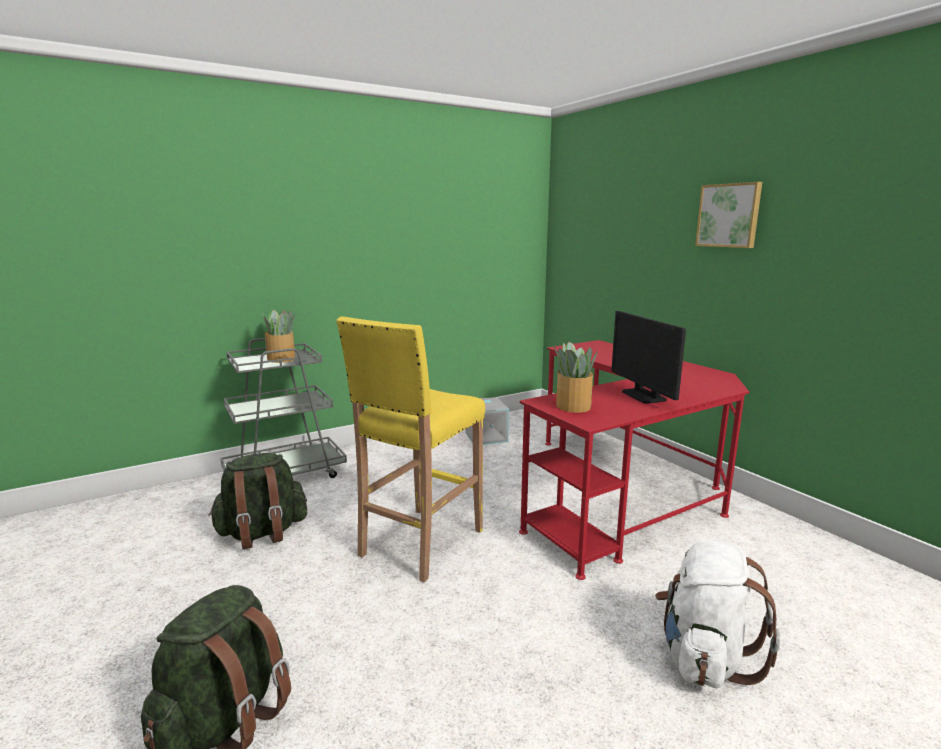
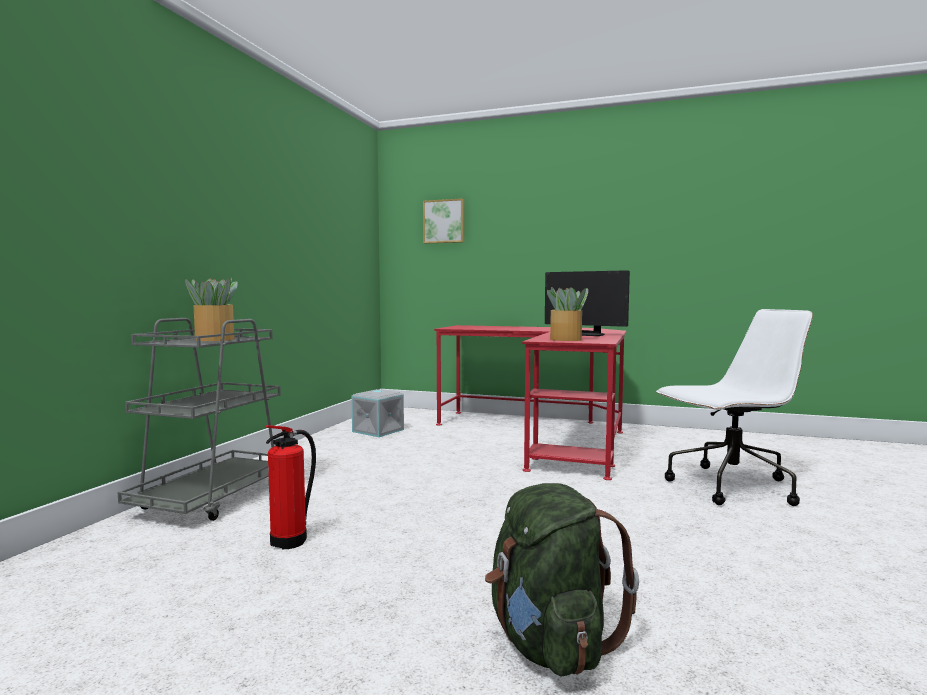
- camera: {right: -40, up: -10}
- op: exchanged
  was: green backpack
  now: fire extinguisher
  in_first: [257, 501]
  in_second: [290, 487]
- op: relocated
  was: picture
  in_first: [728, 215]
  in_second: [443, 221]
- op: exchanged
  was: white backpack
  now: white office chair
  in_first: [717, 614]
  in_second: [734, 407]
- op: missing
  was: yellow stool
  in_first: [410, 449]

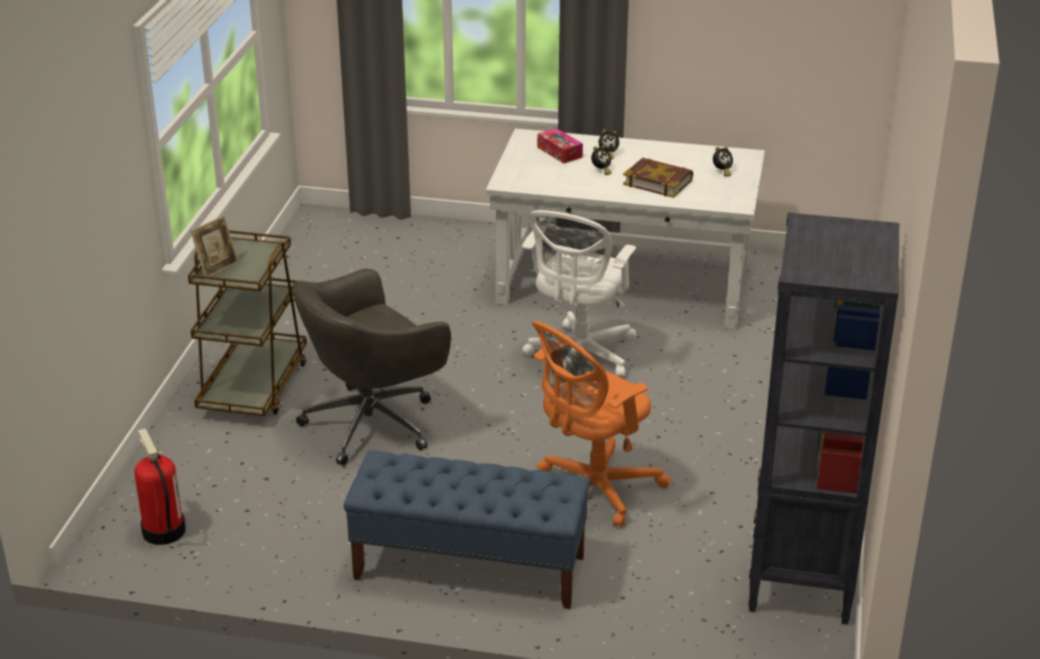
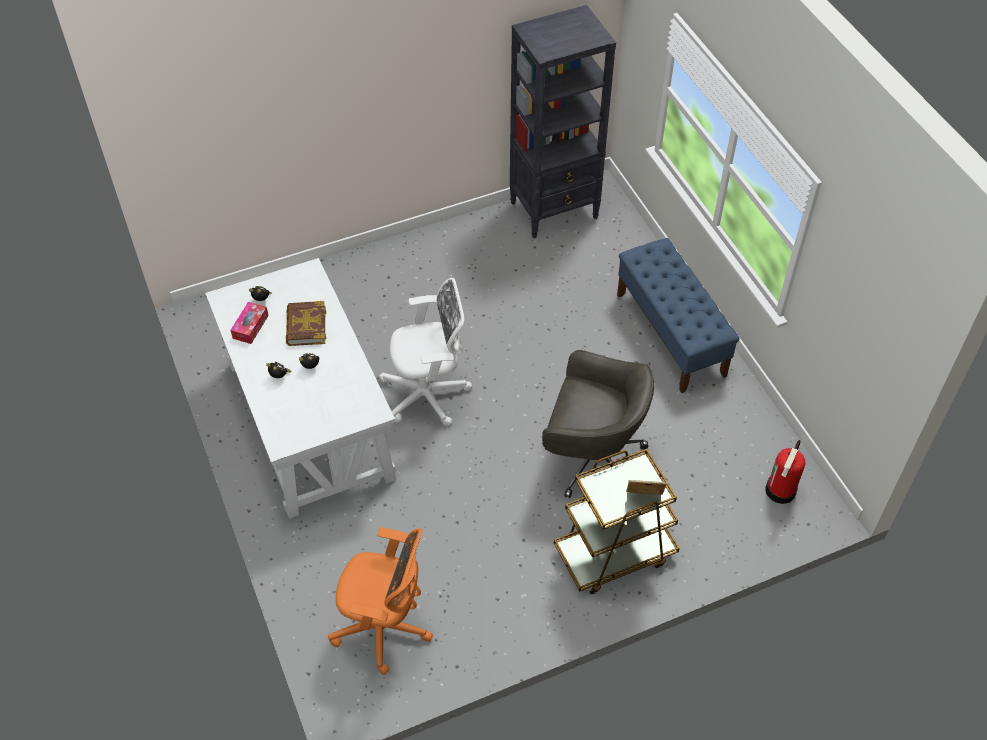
- camera: {right: -125, up: 20}
- op: relocated
  was: tissue box
  in_first: [560, 145]
  in_second: [250, 323]
- op: relocated
  was: orange office chair
  in_first: [601, 424]
  in_second: [380, 601]

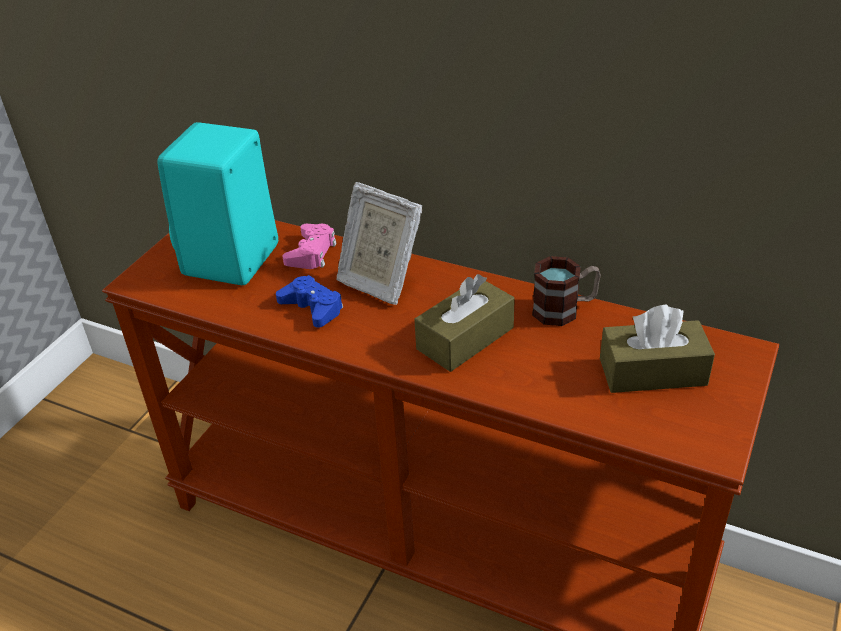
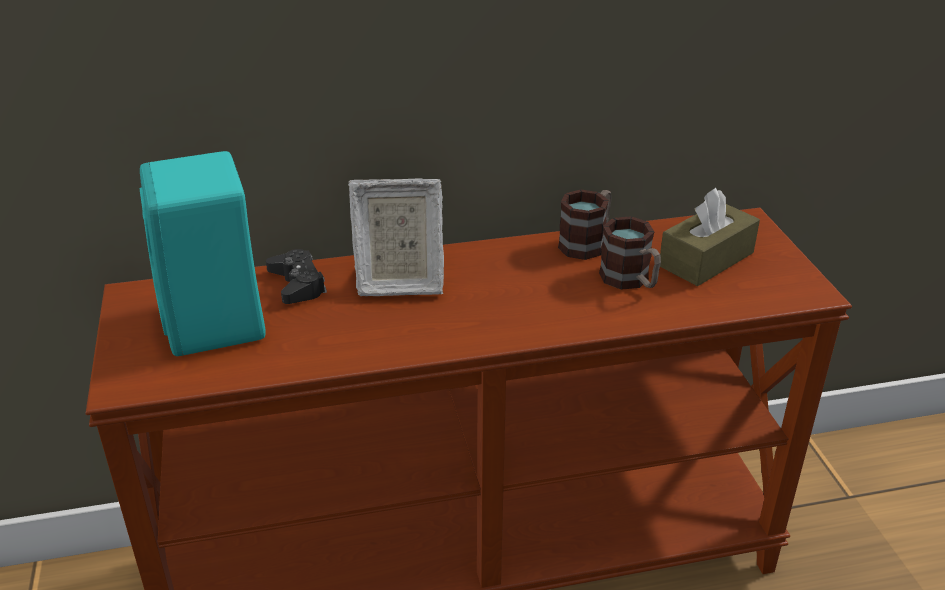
- camera: {right: -40, up: -5}
- op: colour
  was: pink game controller
  now: black game controller
  in_first: [309, 246]
  in_second: [296, 276]
- op: appeared
  now: mug
  in_second: [630, 253]
- op: missing
  was: blue game controller
  in_first: [309, 301]
- op: missing
  was: brown tissue box
  in_first: [464, 323]

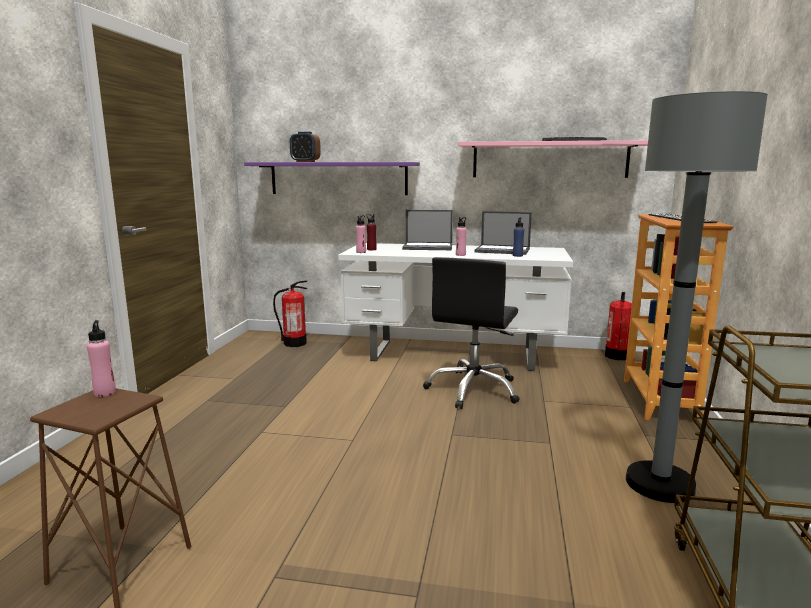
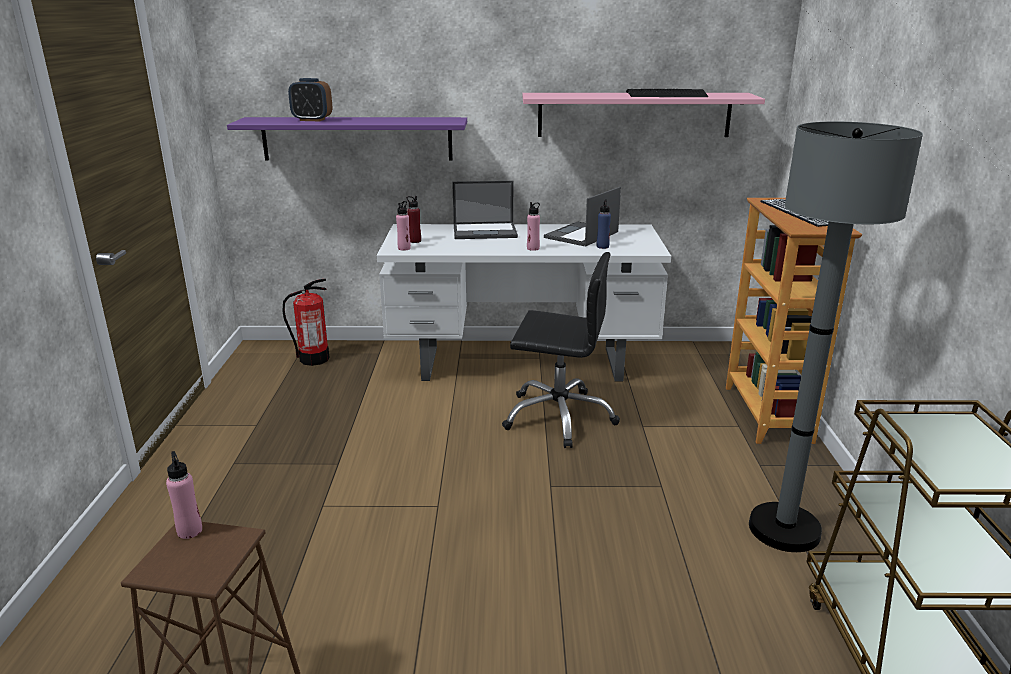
- camera: {right: -10, up: 10}
- op: spun
  was: black office chair
  in_first: [471, 333]
  in_second: [561, 350]
  clockwise: -90
- op: spun
  was: laptop
  in_first: [503, 233]
  in_second: [582, 217]
  clockwise: 120
- op: missing
  was: fire extinguisher
  in_first: [618, 326]

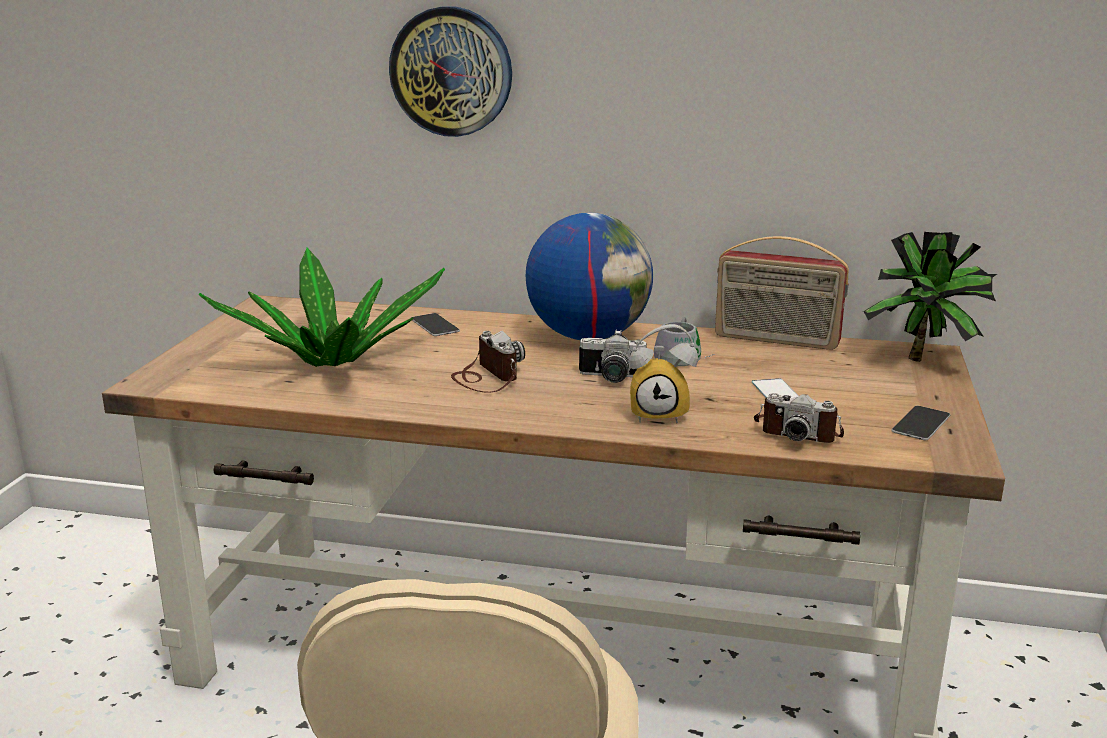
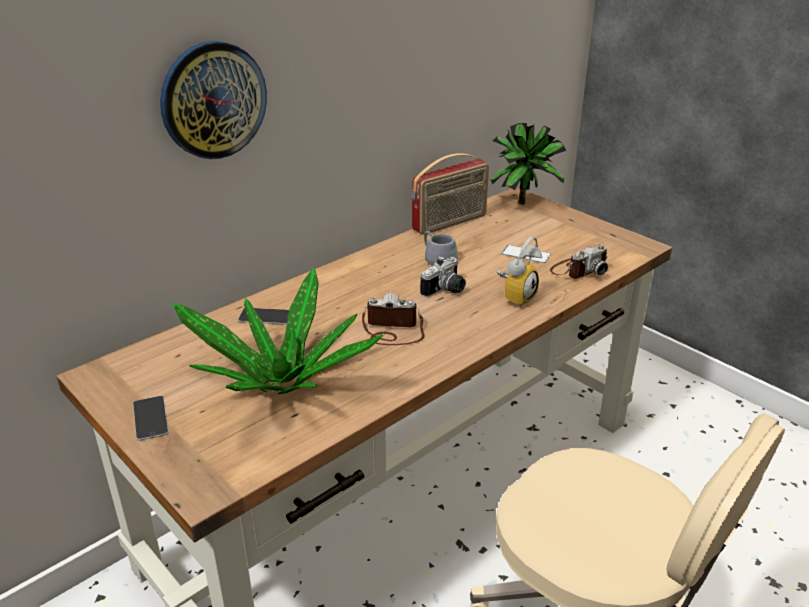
- camera: {right: -55, up: 10}
- op: relocated
  was: phone
  in_first: [920, 423]
  in_second: [151, 418]
- op: missing
  was: globe
  in_first: [589, 276]

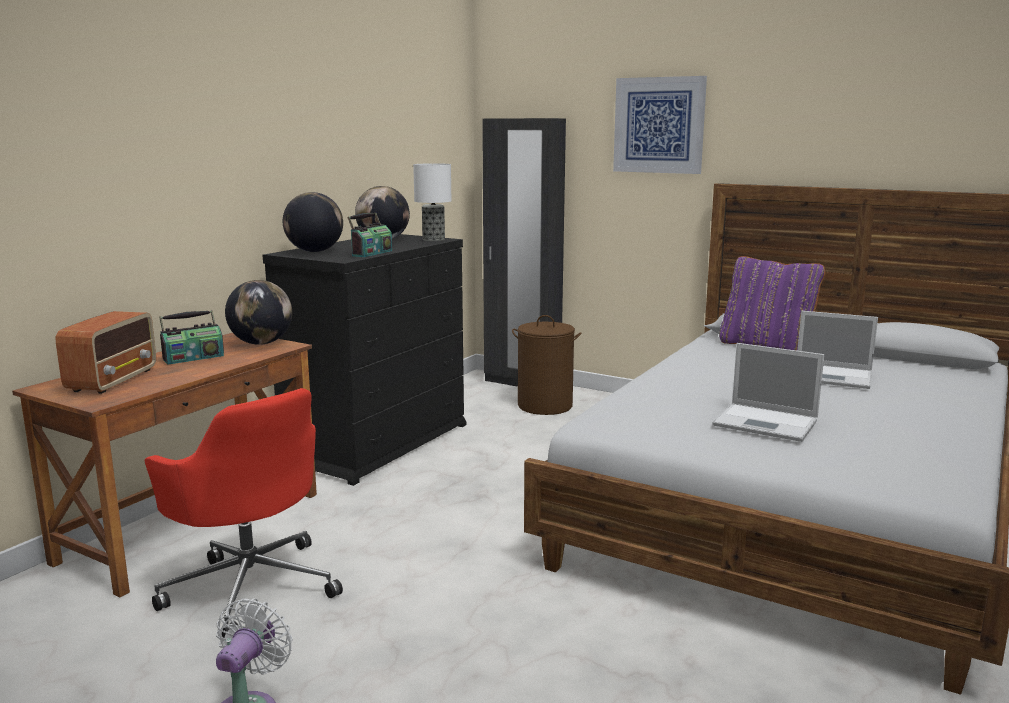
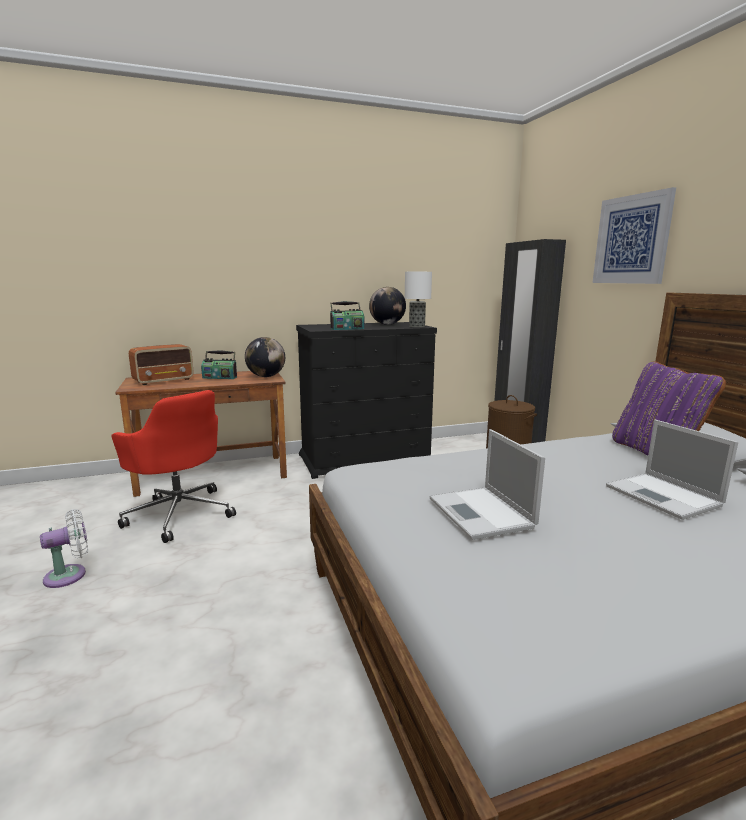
- camera: {right: 40, up: 0}
- op: spun
  was: red office chair
  in_first: [244, 513]
  in_second: [173, 466]
  clockwise: -45
- op: missing
  was: globe
  in_first: [313, 222]

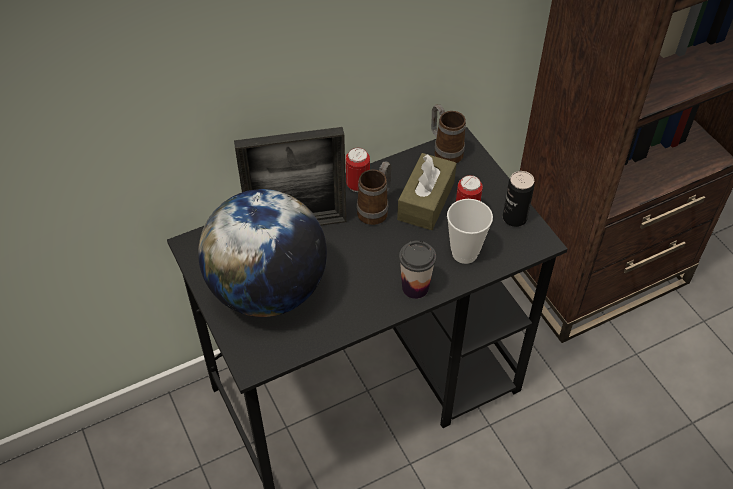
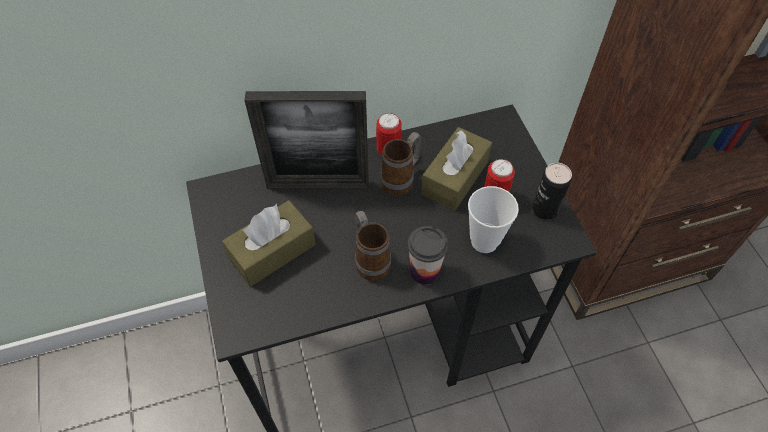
- camera: {right: 10, up: 5}
- op: exchanged
  was: globe
  now: brown tissue box
  in_first: [262, 253]
  in_second: [268, 243]
- op: relocated
  was: mug
  in_first: [448, 133]
  in_second: [373, 246]

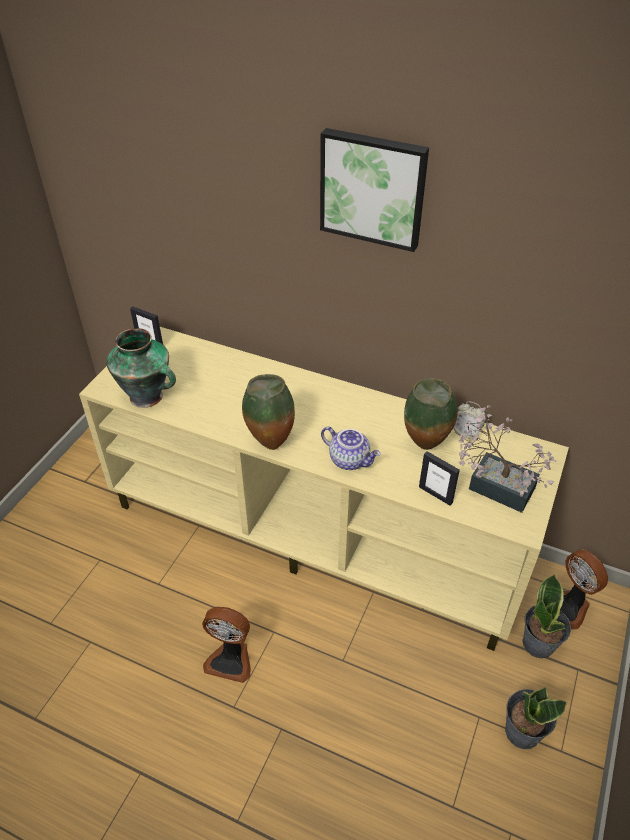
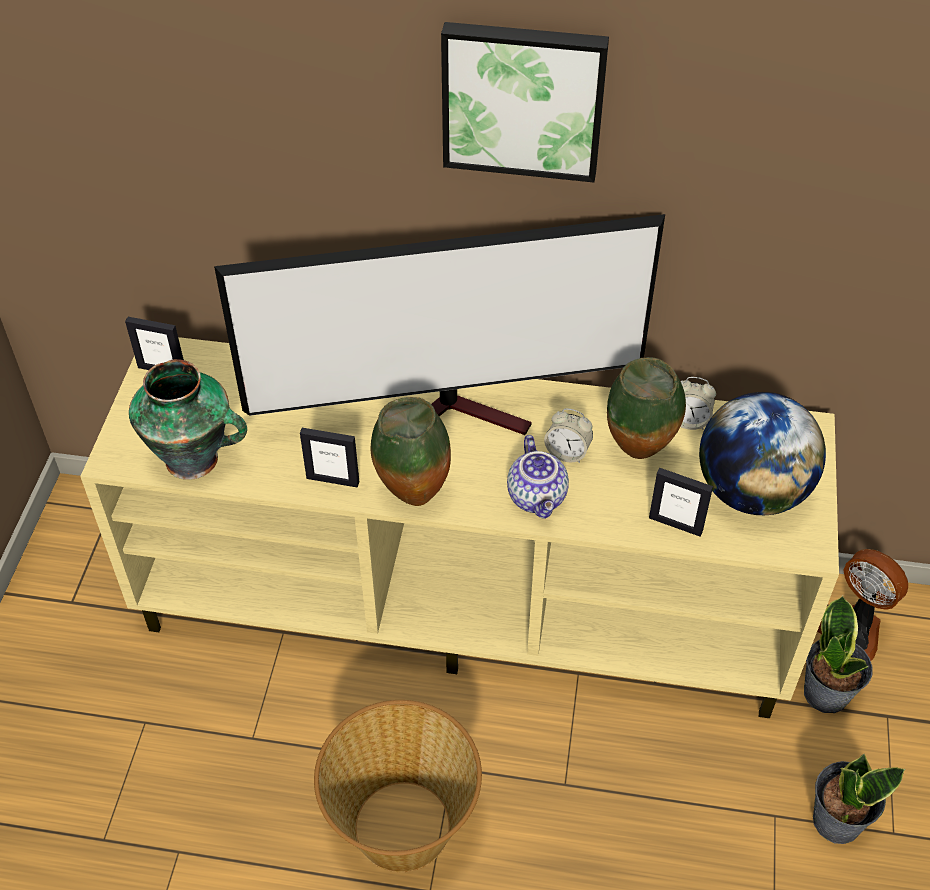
- camera: {right: -15, up: 5}
- op: appeared
  now: television
  in_second: [439, 324]
- op: appeared
  now: picture frame
  in_second: [329, 458]
- op: exchanged
  was: fan
  now: basket
  in_first: [226, 644]
  in_second: [398, 786]
- op: spun
  was: teapot
  in_first: [351, 448]
  in_second: [538, 477]
  clockwise: 60
- op: appeared
  now: alarm clock
  in_second: [568, 435]
- op: exchanged
  was: potted plant
  now: globe
  in_first: [508, 459]
  in_second: [762, 453]

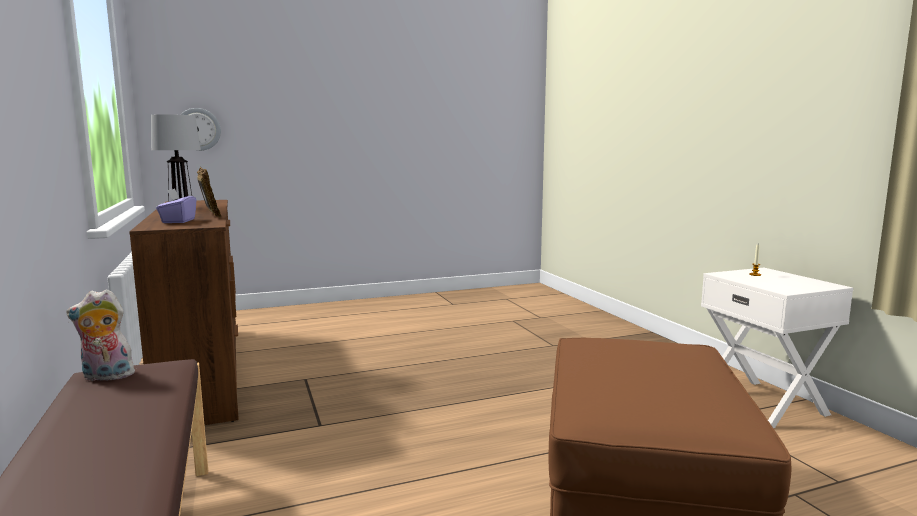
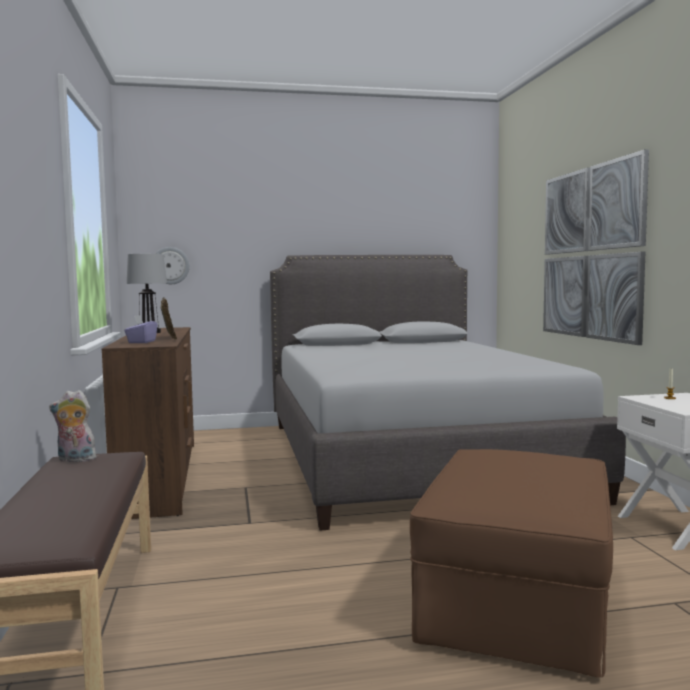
- camera: {right: 10, up: -5}
- op: appeared
  now: grey bed
  in_second: [448, 393]
- op: appeared
  now: picture
  in_second: [596, 247]

